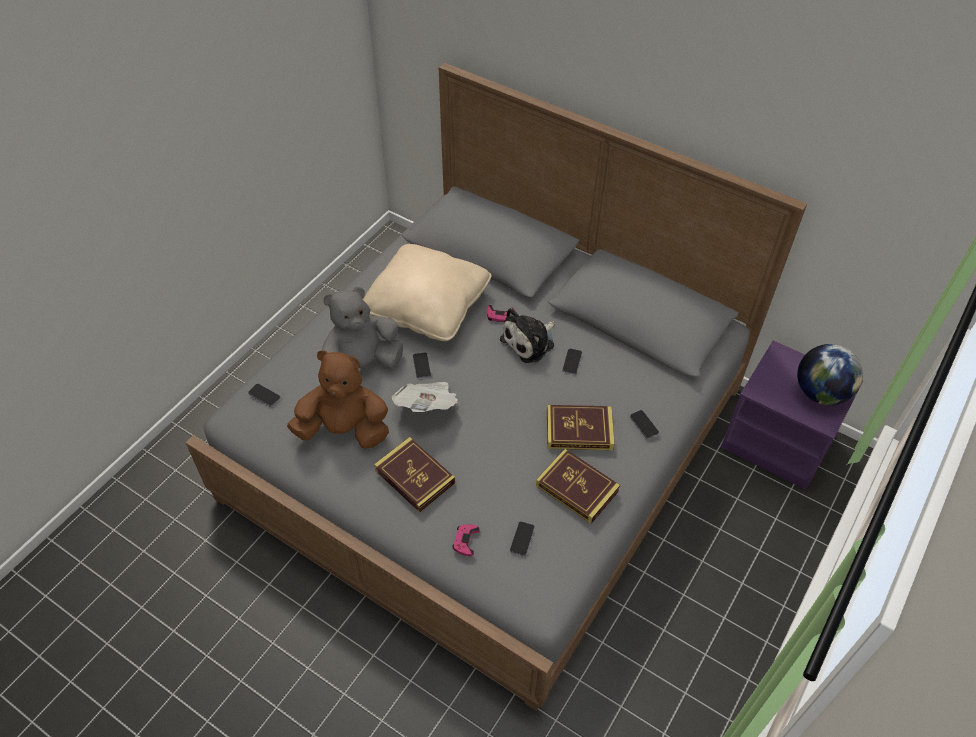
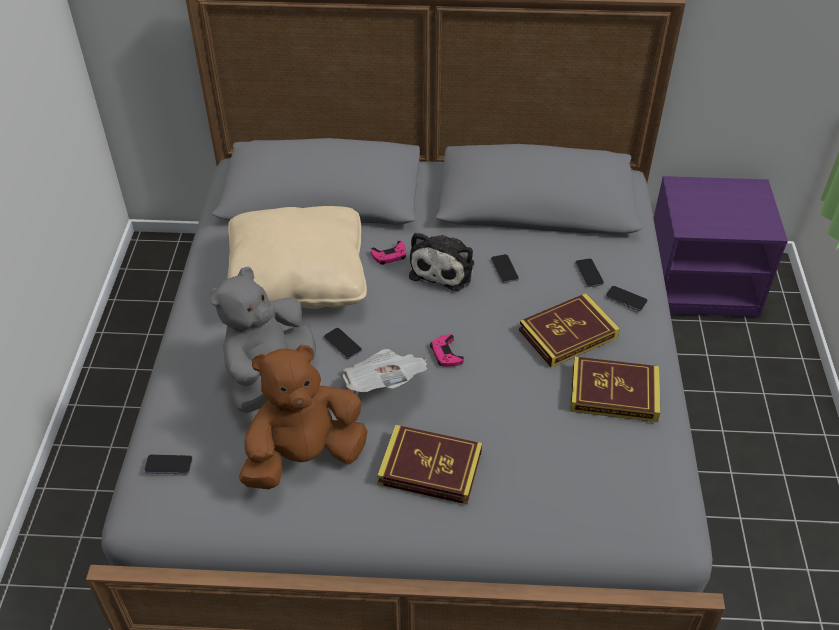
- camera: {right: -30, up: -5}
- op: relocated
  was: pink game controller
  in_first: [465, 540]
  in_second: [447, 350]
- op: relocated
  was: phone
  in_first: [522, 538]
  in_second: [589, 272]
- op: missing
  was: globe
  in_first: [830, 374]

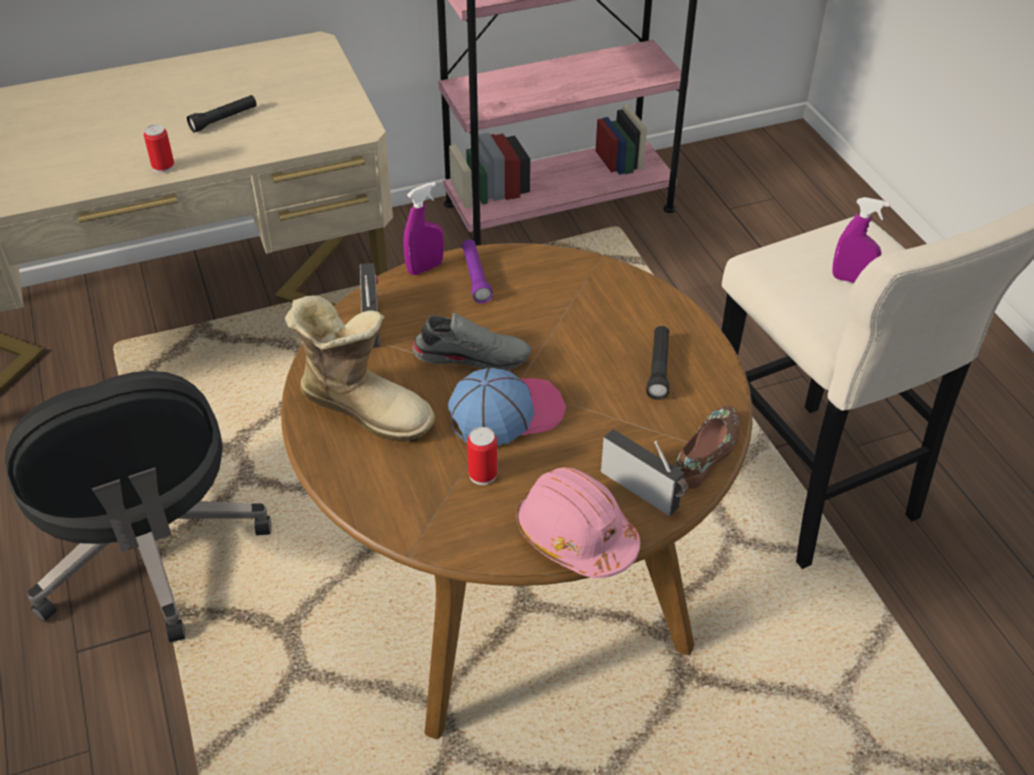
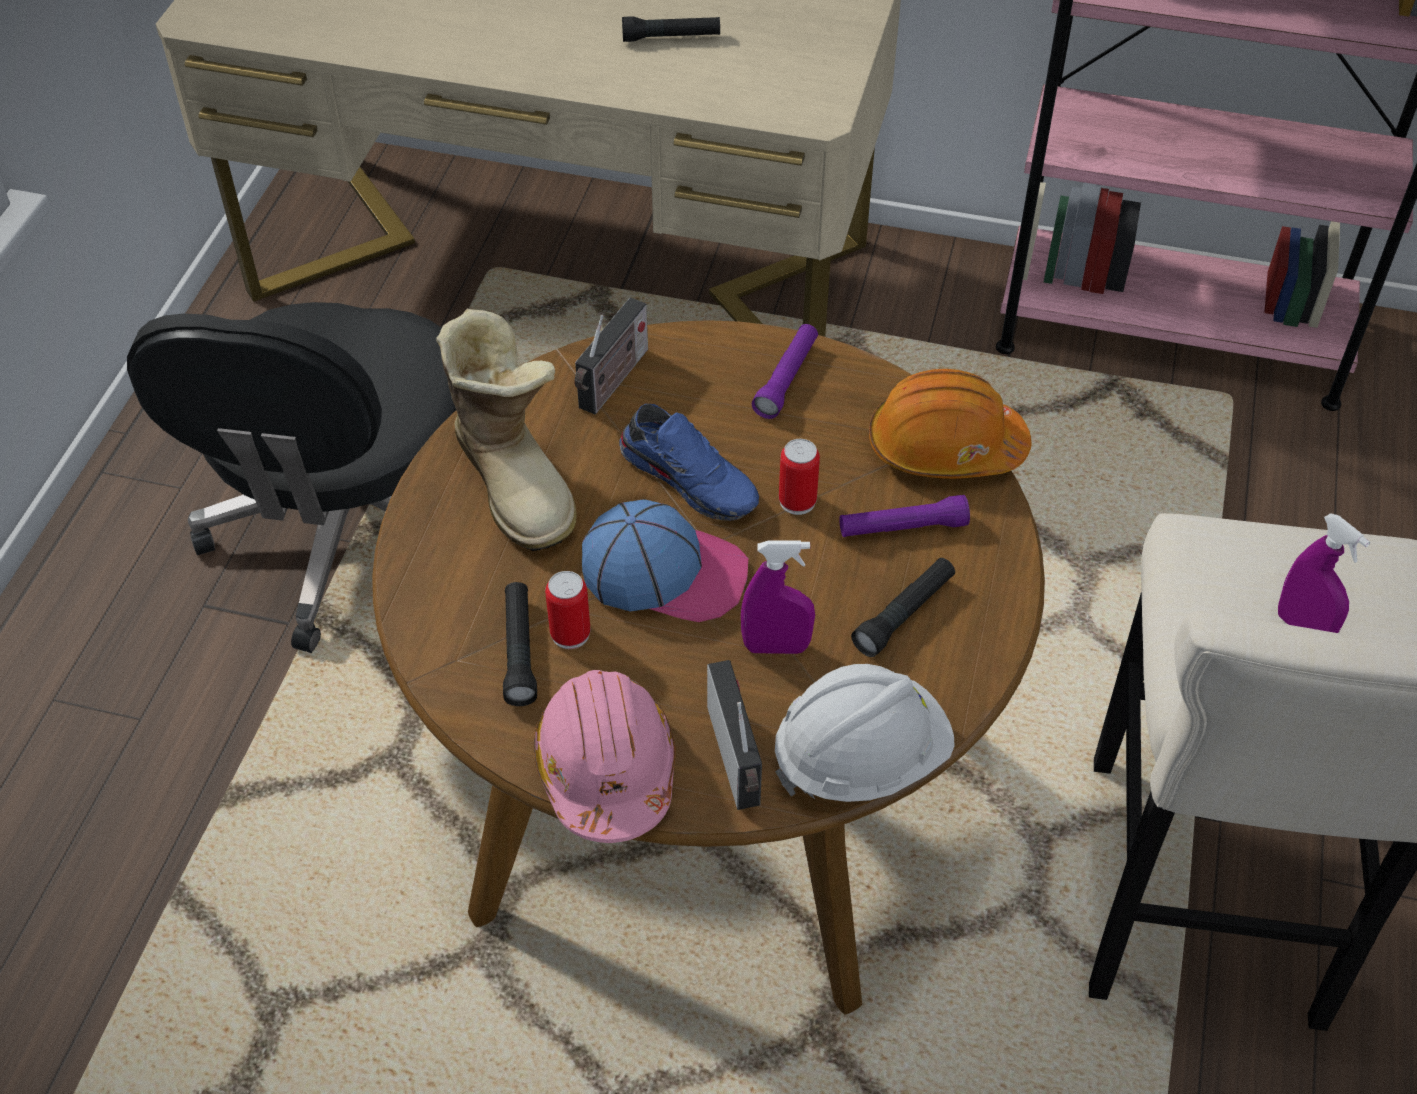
- camera: {right: 35, up: 5}
- op: appeared
  now: black flashlight
  in_second: [520, 644]
- op: colour
  was: grey shoe
  now: blue shoe
  in_first: [471, 341]
  in_second: [689, 462]
- op: relocated
  was: purple spray bottle
  in_first: [423, 228]
  in_second: [778, 597]
- op: exchanged
  was: brown shoe
  now: white hard hat
  in_first: [707, 447]
  in_second: [865, 733]
- op: relocated
  was: can
  in_first: [159, 148]
  in_second: [799, 477]
- op: appeared
  now: purple flashlight
  in_second: [904, 516]
- op: appeared
  now: orange hard hat
  in_second: [950, 424]

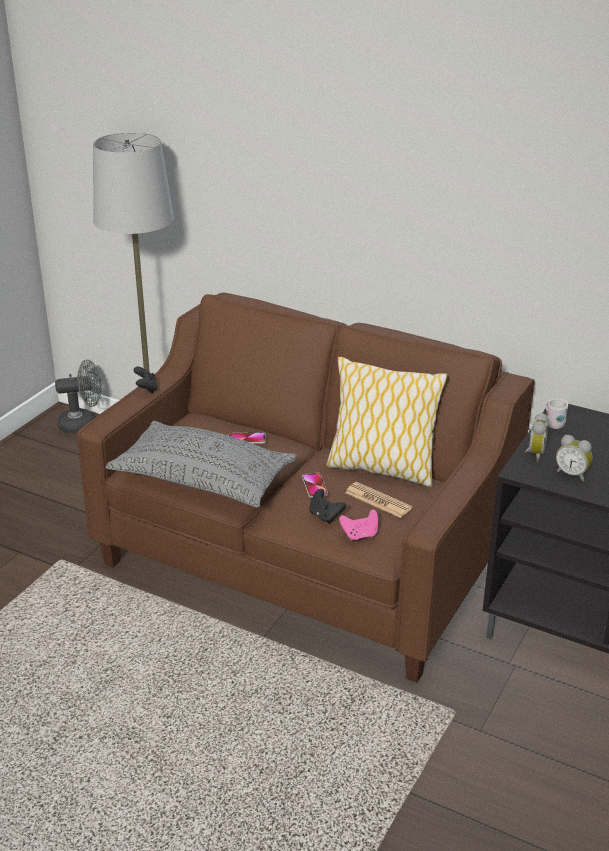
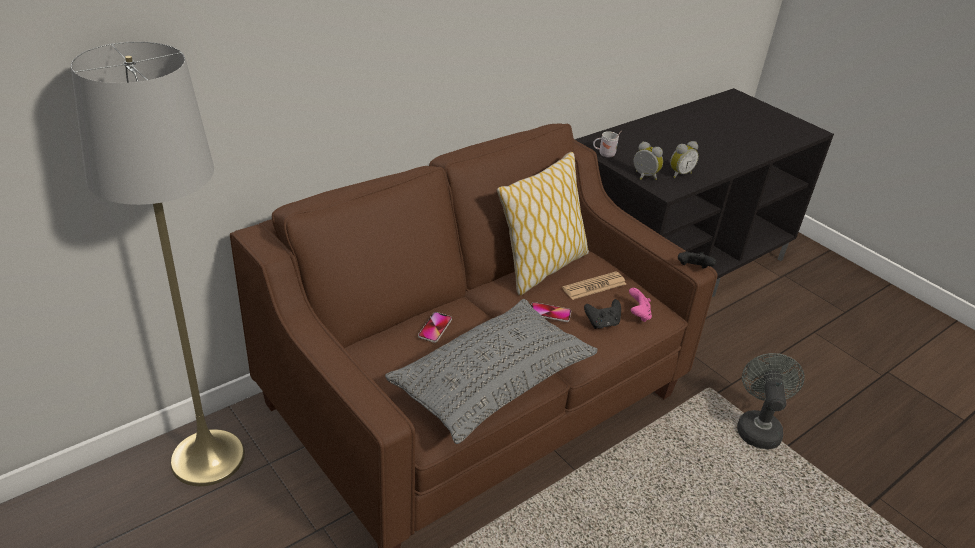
- camera: {right: -70, up: 5}
- op: relocated
  was: black game controller
  in_first: [146, 380]
  in_second: [697, 260]
- op: relocated
  was: grey fan
  in_first: [78, 396]
  in_second: [770, 401]

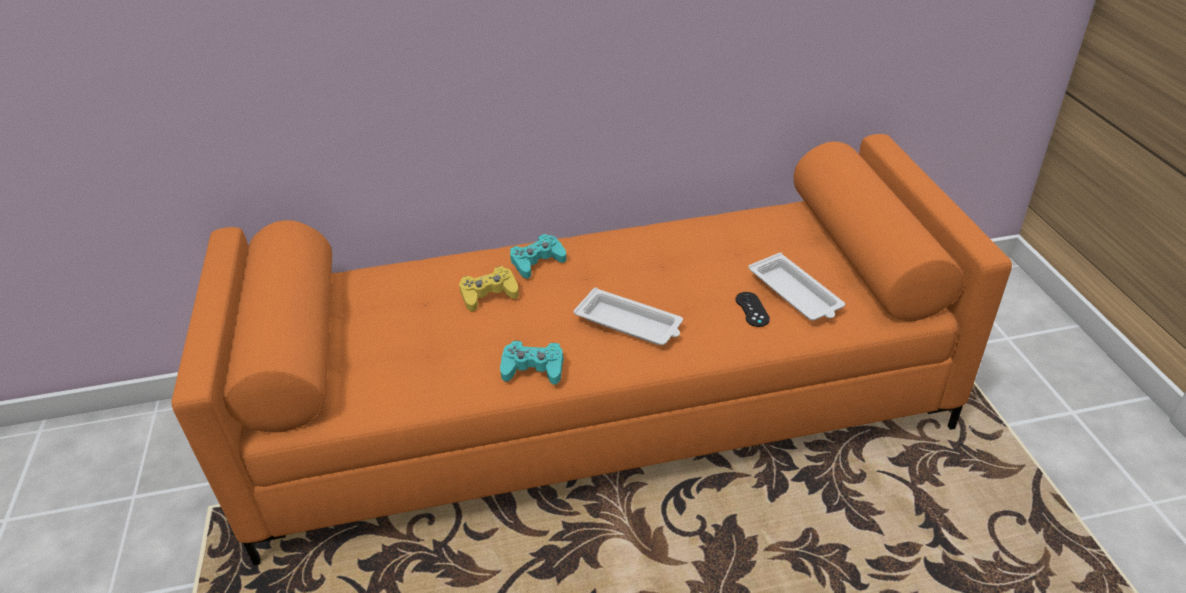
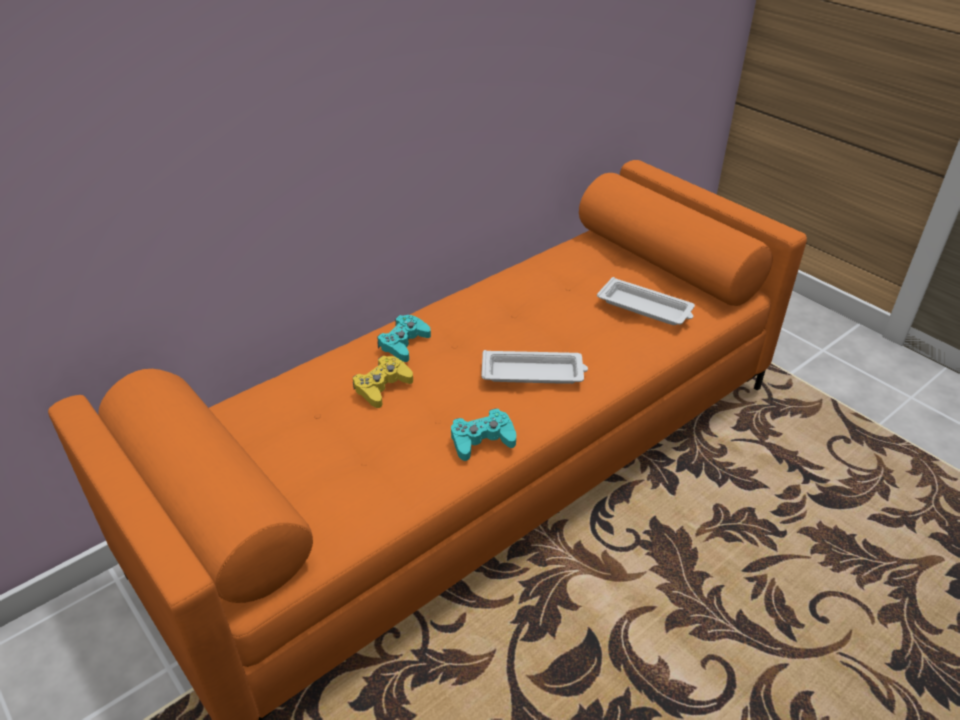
- camera: {right: -30, up: 0}
- op: missing
  was: black game controller
  in_first: [753, 309]

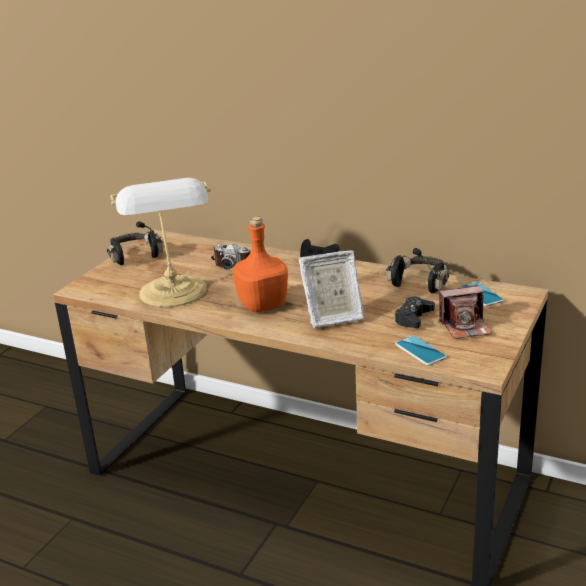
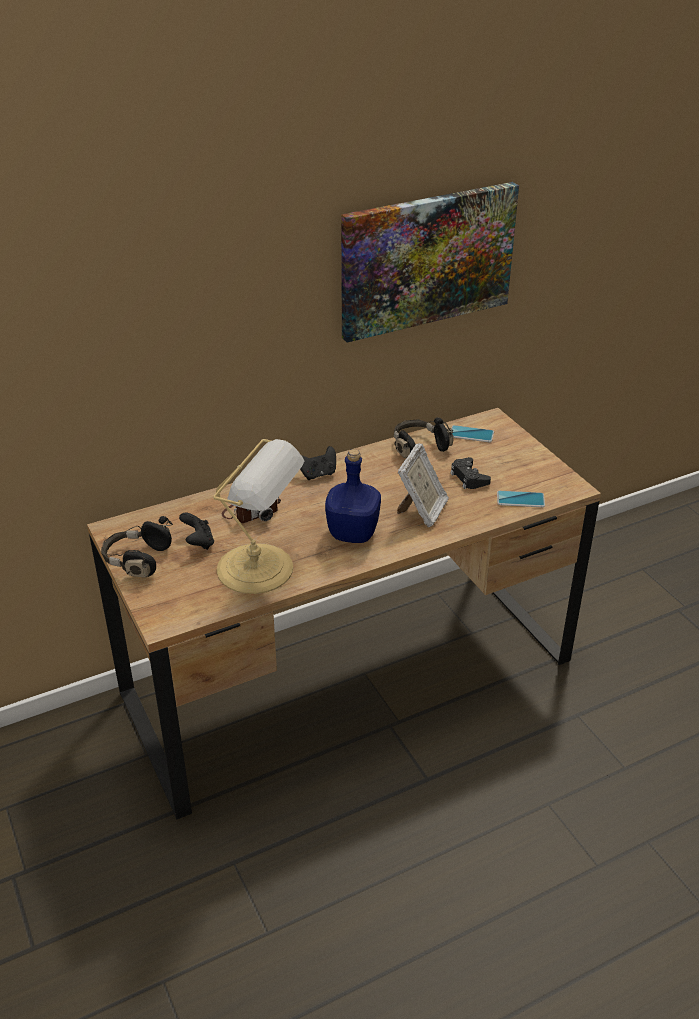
- camera: {right: -55, up: 10}
- op: appeared
  now: black game controller
  in_second: [196, 531]
- op: colour
  was: orange bottle
  now: blue bottle
  in_first: [260, 264]
  in_second: [353, 496]
- op: appeared
  now: picture
  in_second: [430, 262]
- op: missing
  was: photo camera
  in_first: [465, 312]

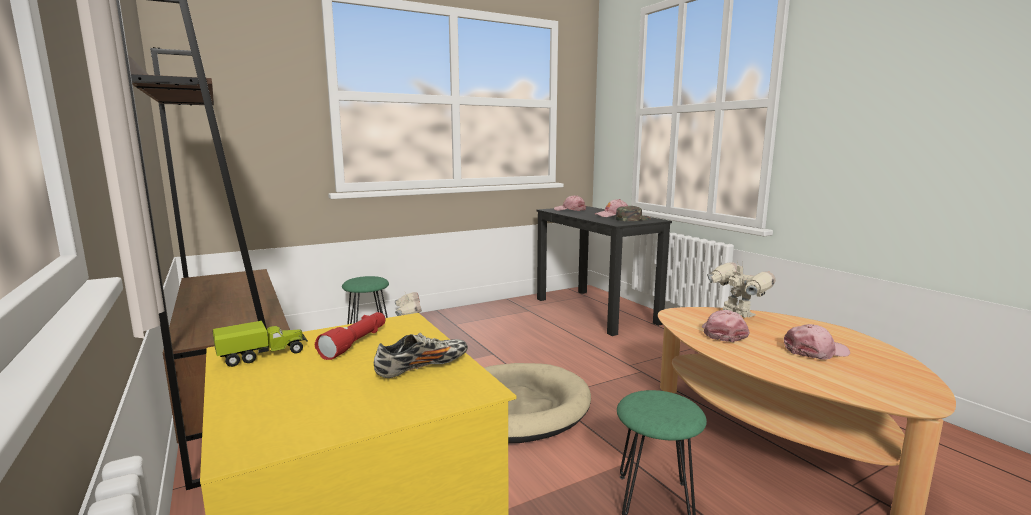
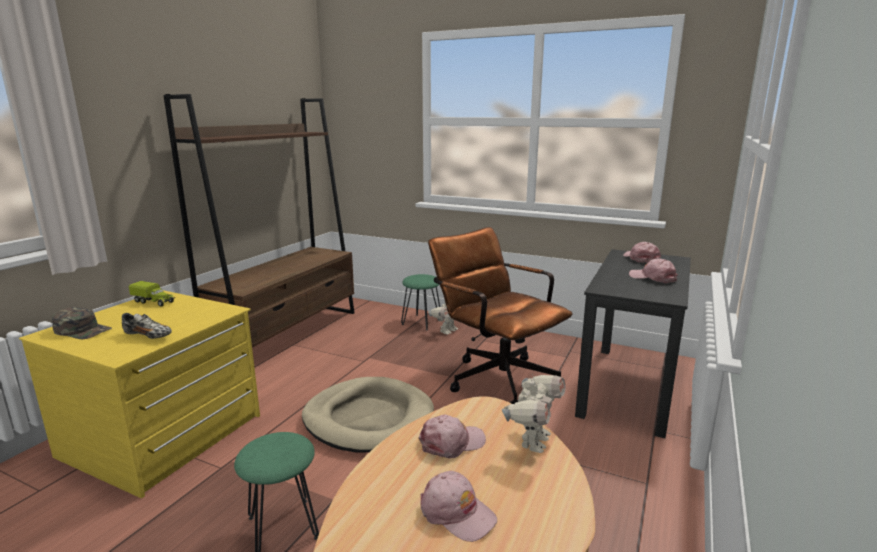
- camera: {right: 55, up: 5}
- op: relocated
  was: green cap
  in_first: [633, 213]
  in_second: [82, 323]
- op: appeared
  now: brown office chair
  in_second: [500, 315]
- op: missing
  was: red flashlight
  in_first: [350, 336]

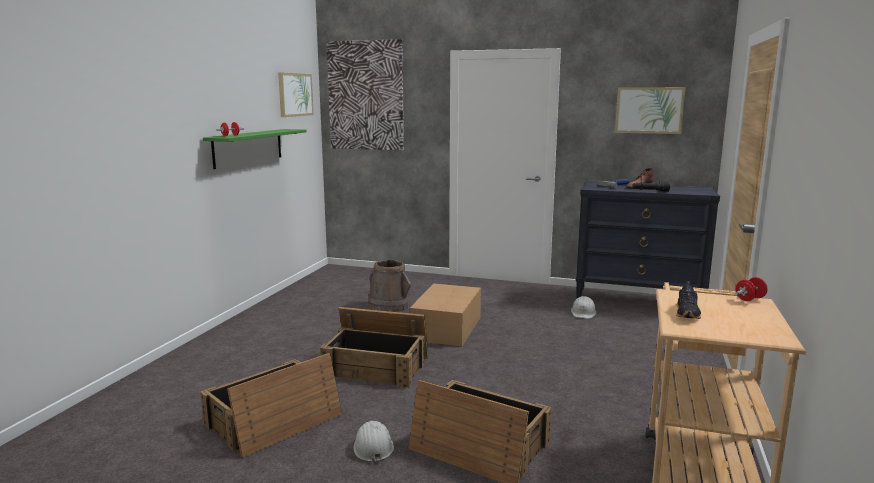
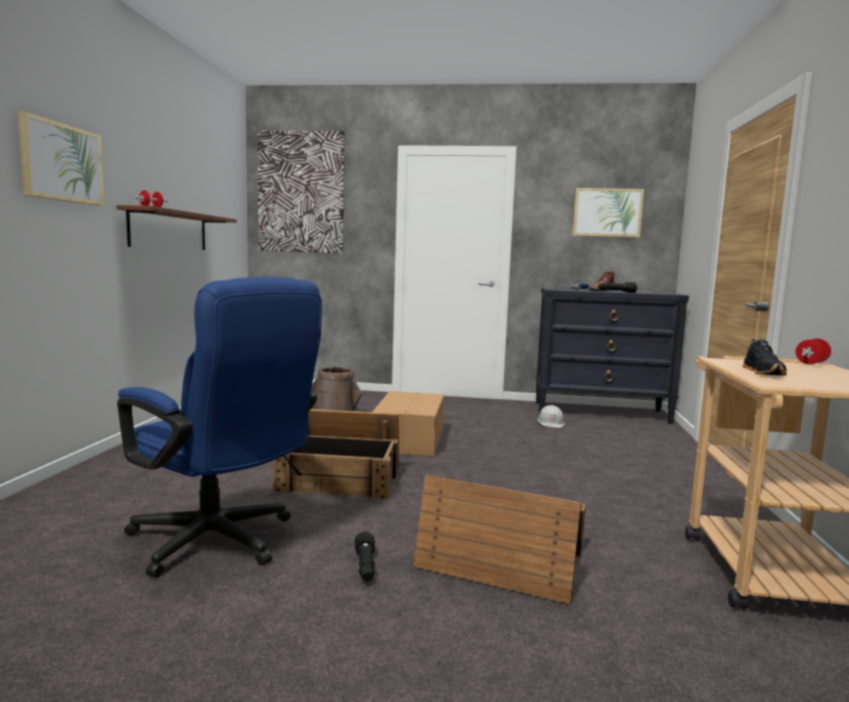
- camera: {right: -10, up: -5}
- op: relocated
  was: picture
  in_first: [296, 94]
  in_second: [61, 158]
- op: colour
  was: green shelf
  now: brown shelf
  in_first: [255, 149]
  in_second: [177, 227]
- op: exchanged
  was: crate
  now: blue office chair
  in_first: [271, 405]
  in_second: [219, 427]
- op: exchanged
  was: white hard hat
  now: black flashlight
  in_first: [373, 442]
  in_second: [365, 556]

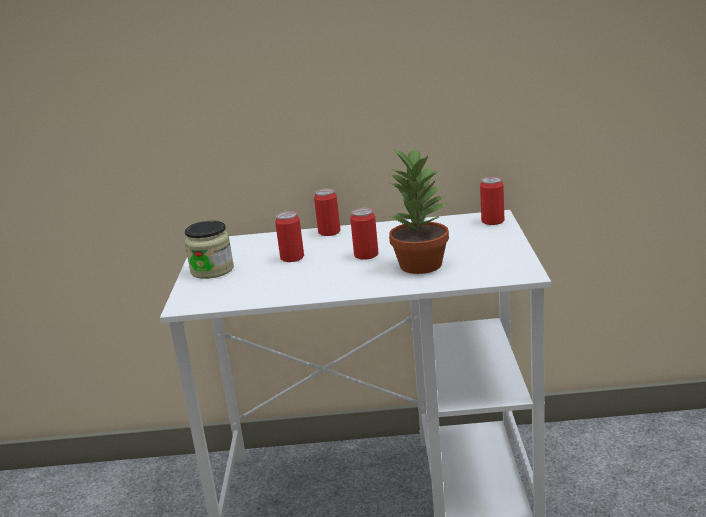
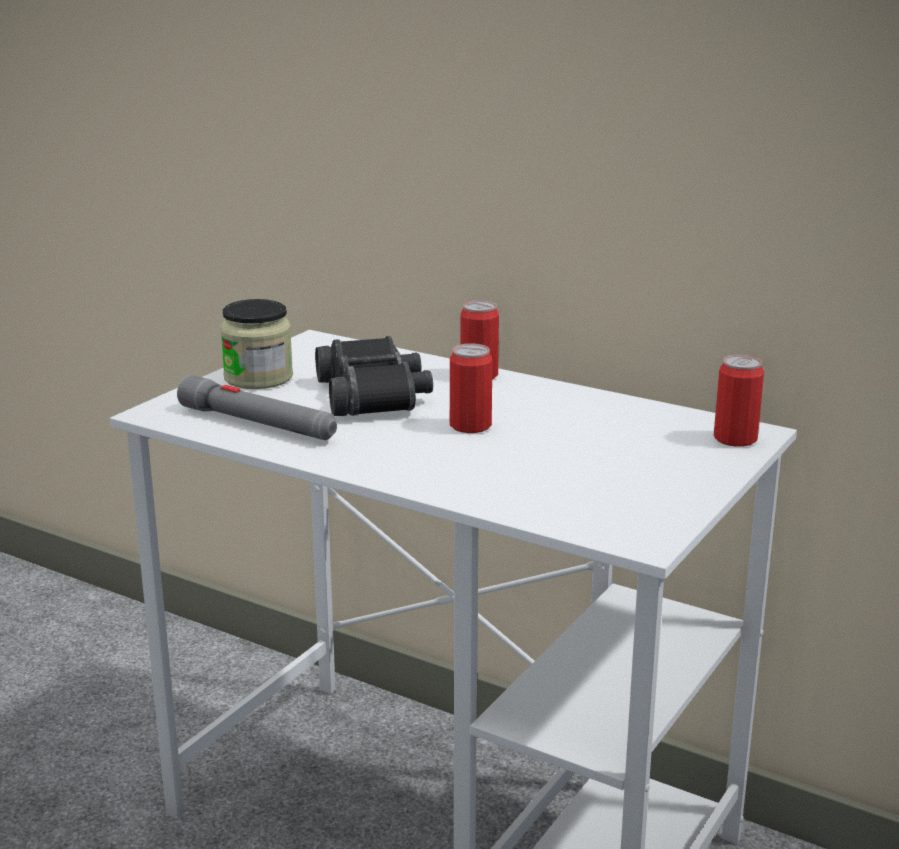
- camera: {right: 30, up: 0}
- op: appeared
  now: grey flashlight
  in_second: [257, 407]
- op: exchanged
  was: can
  now: black binoculars
  in_first: [289, 236]
  in_second: [374, 376]
- op: missing
  was: potted plant
  in_first: [419, 210]

